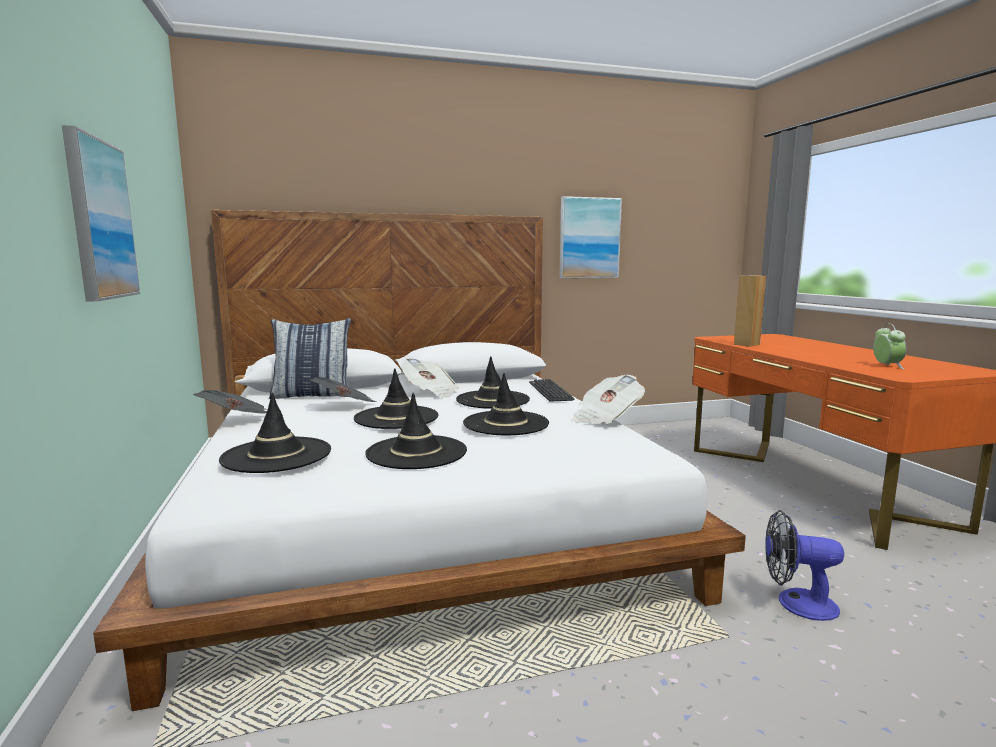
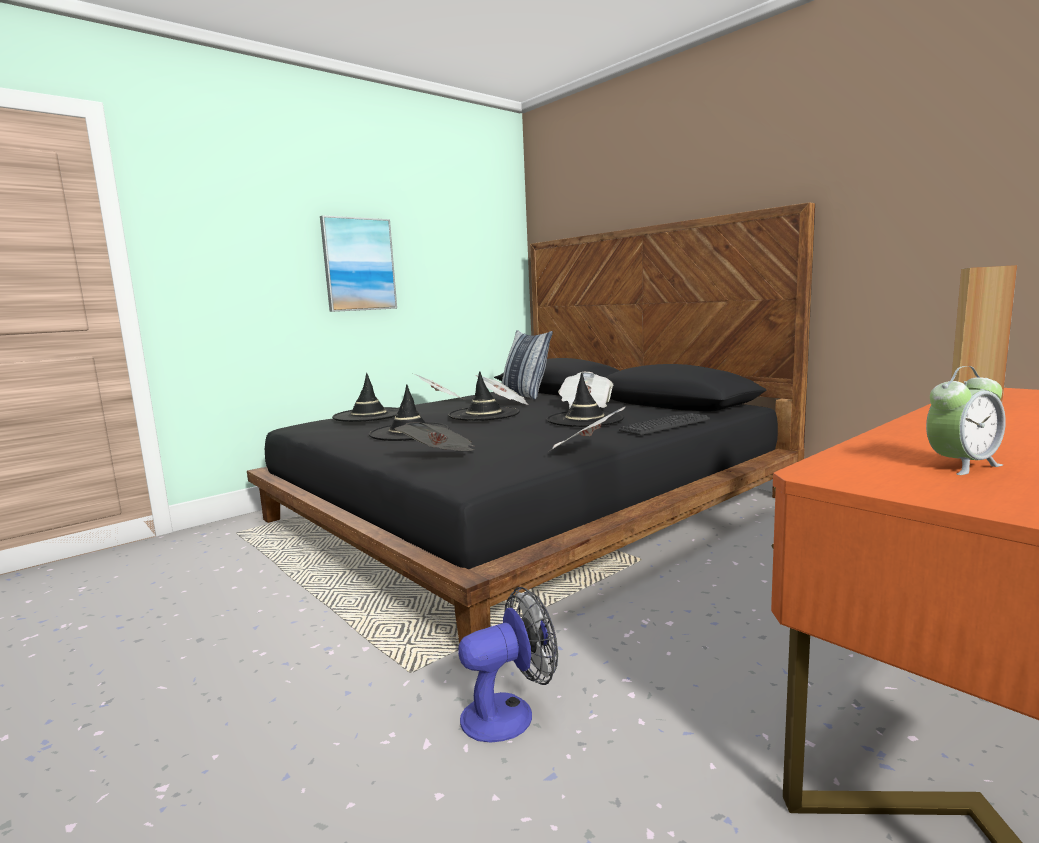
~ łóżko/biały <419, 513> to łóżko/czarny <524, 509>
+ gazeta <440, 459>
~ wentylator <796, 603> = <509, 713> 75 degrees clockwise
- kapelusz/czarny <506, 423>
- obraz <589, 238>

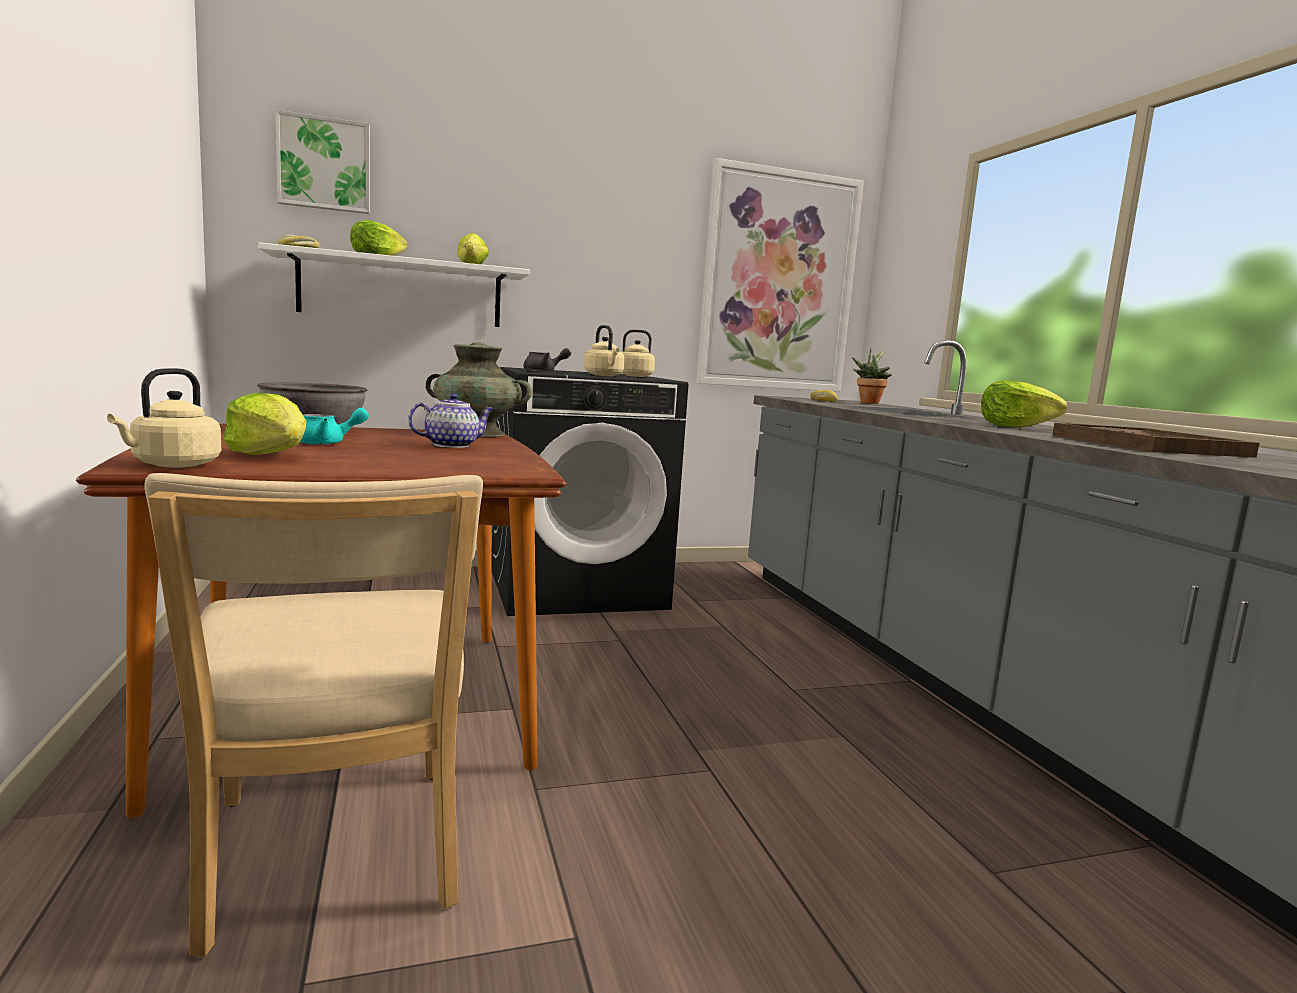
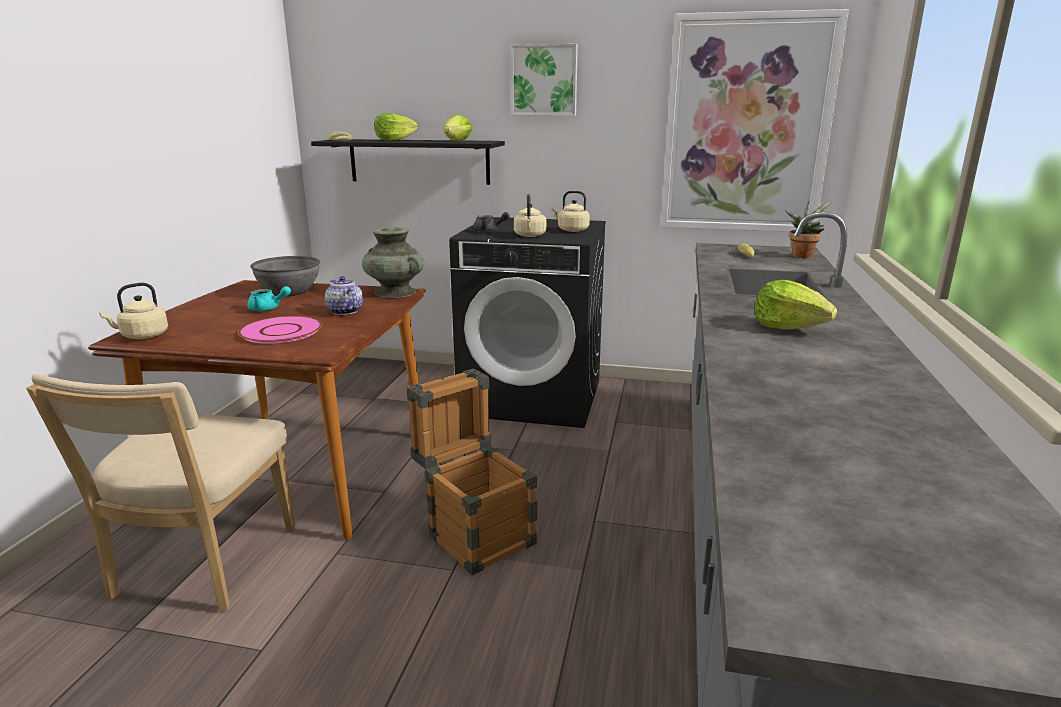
+ talerz/różowy <281, 331>
~ półka/biały <401, 291> to półka/czarny <419, 161>
~ imbryk <452, 445> = <344, 311> 120 degrees counterclockwise
+ skrzynka <475, 533>
~ obraz <324, 164> to <544, 80>
- sałata <270, 454>
- taca/brązowy <1147, 445>

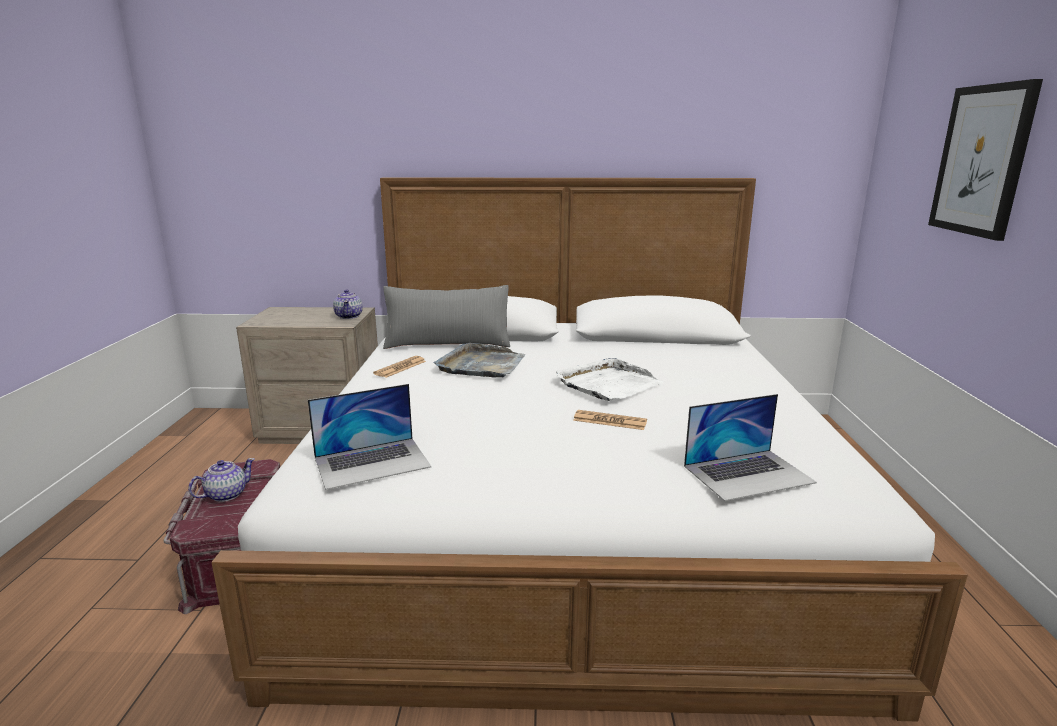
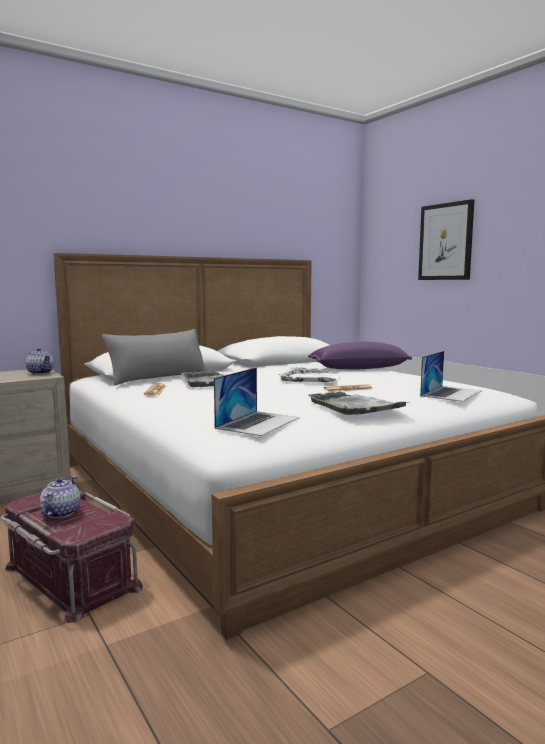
+ poduszka/fioletowy <358, 368>
+ taca/szary <355, 406>

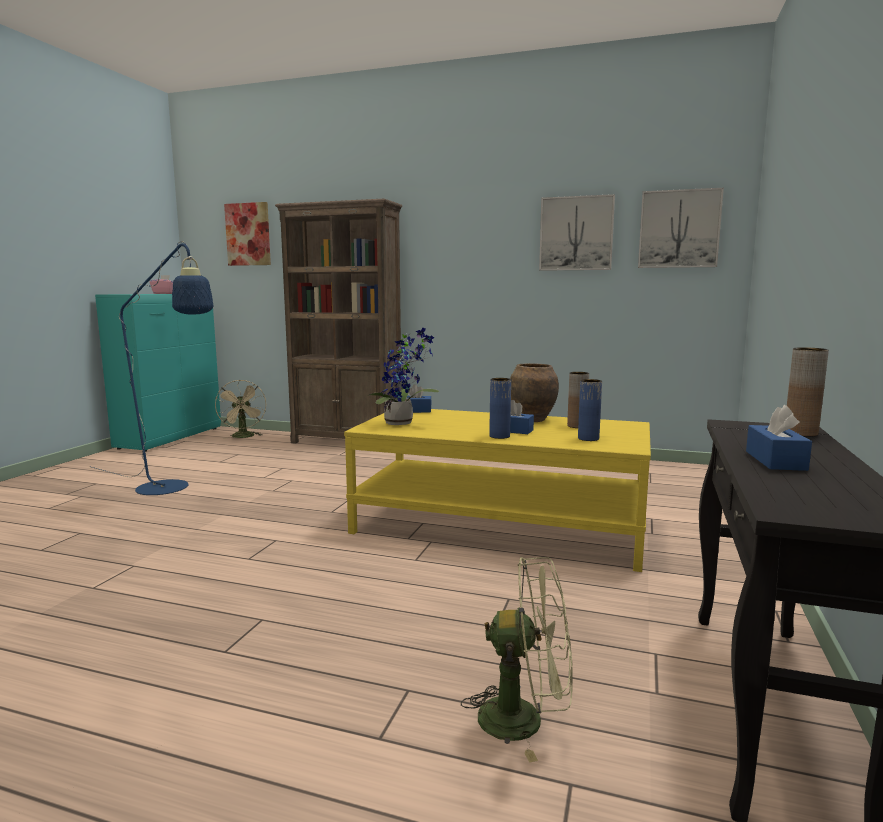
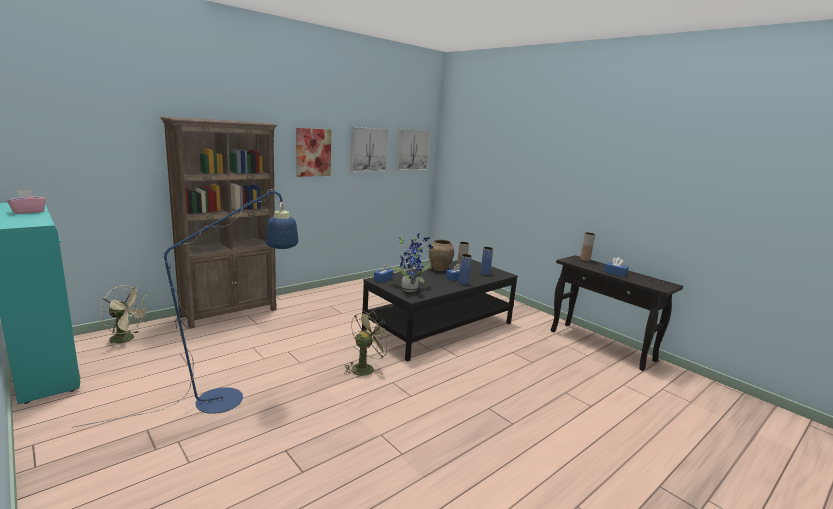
~ obraz <248, 234> to <313, 152>
~ wentylator/zielony <525, 719> to <365, 367>
~ ława/żółty <500, 526> to ława/czarny <440, 327>

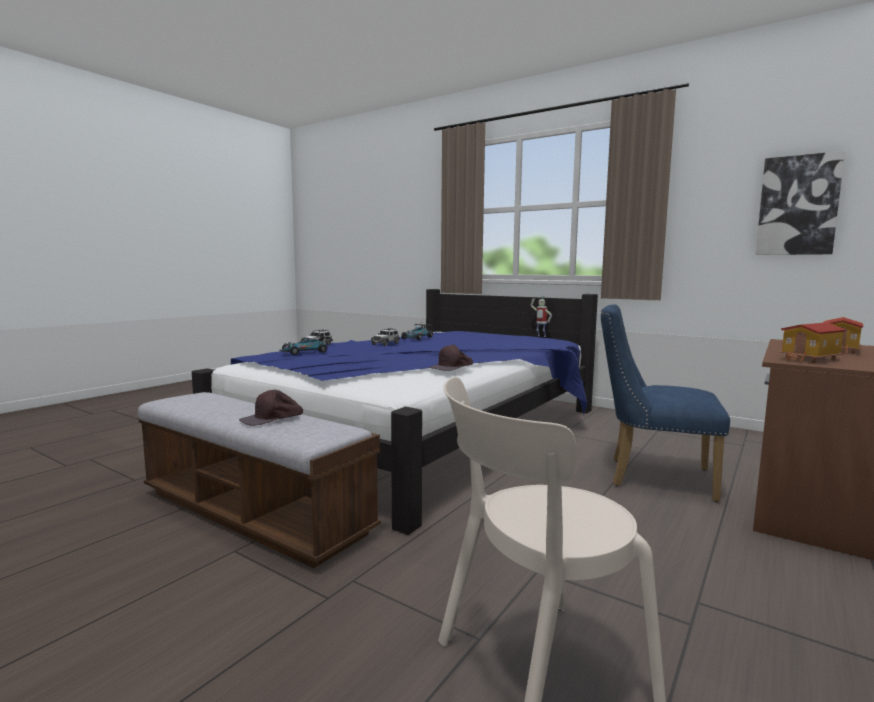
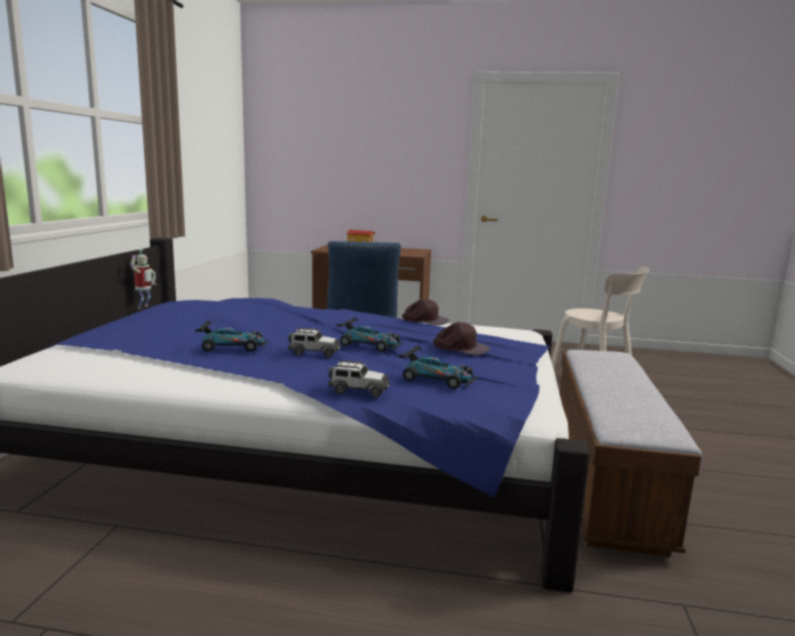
+ samochodzik <370, 344>
~ czapka z daszkiem/brązowy <272, 418> to <461, 347>
- obraz <798, 205>
- domek <810, 359>

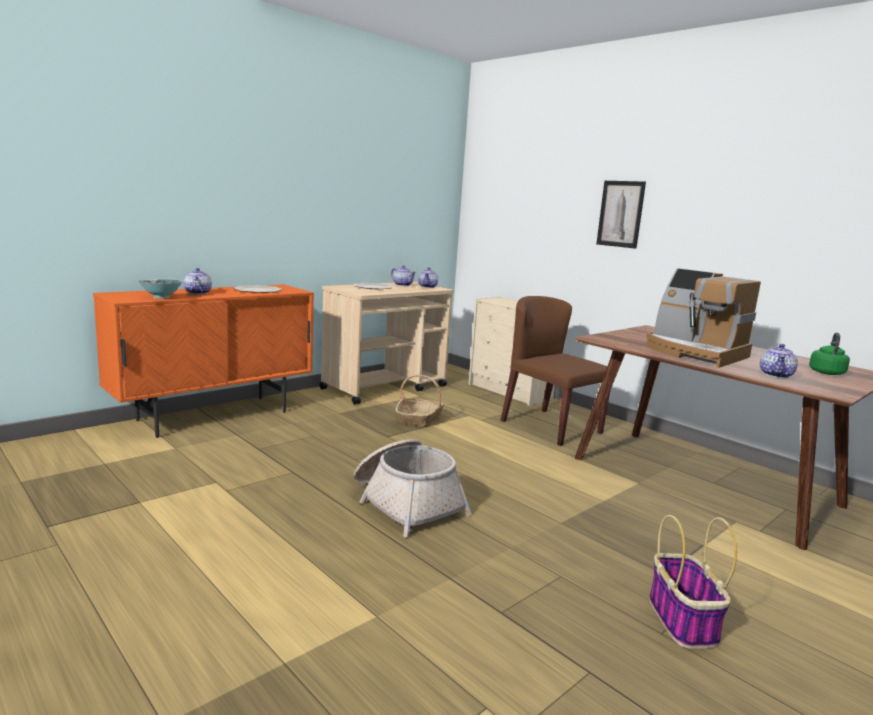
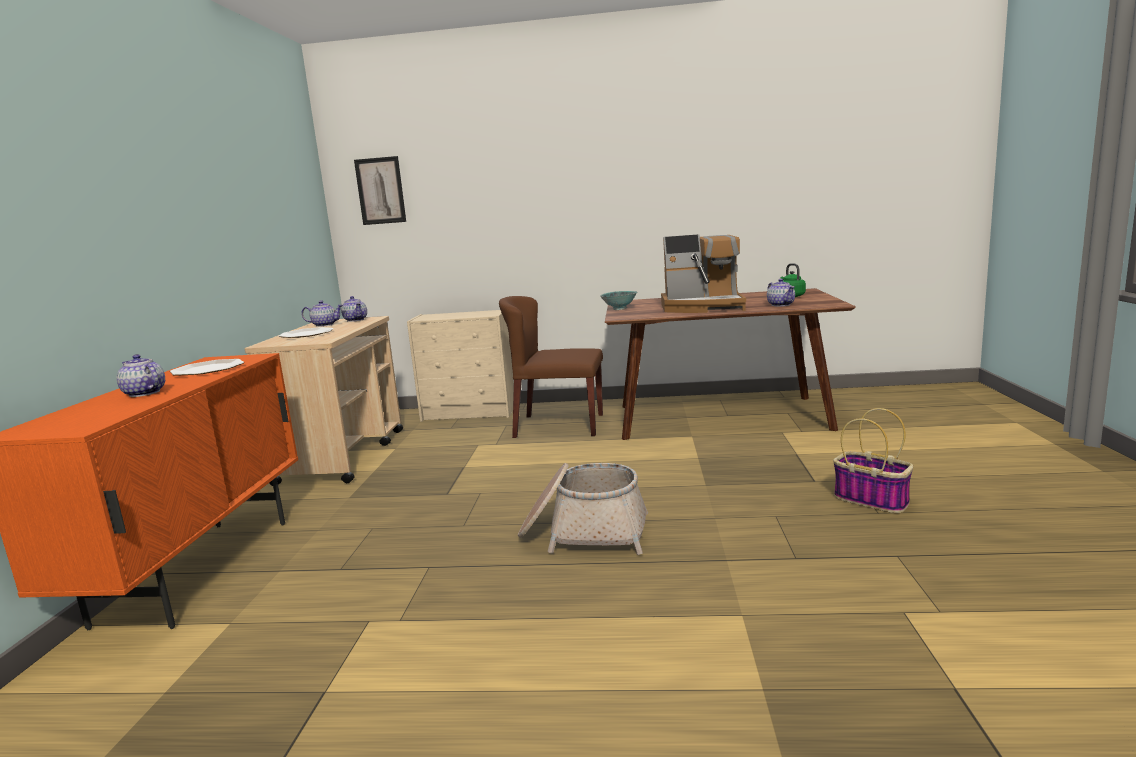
~ obraz <620, 214> to <380, 191>
~ miska <161, 298> to <620, 309>
- koszyk <420, 419>

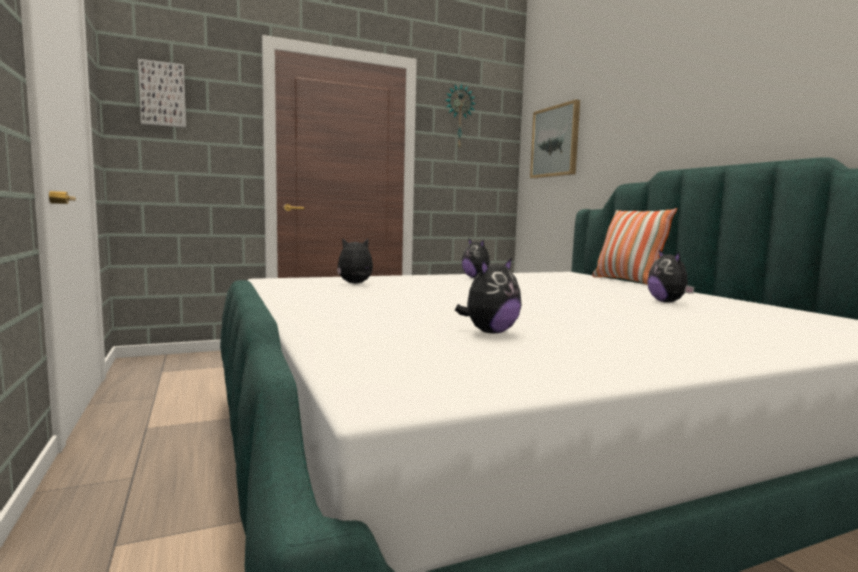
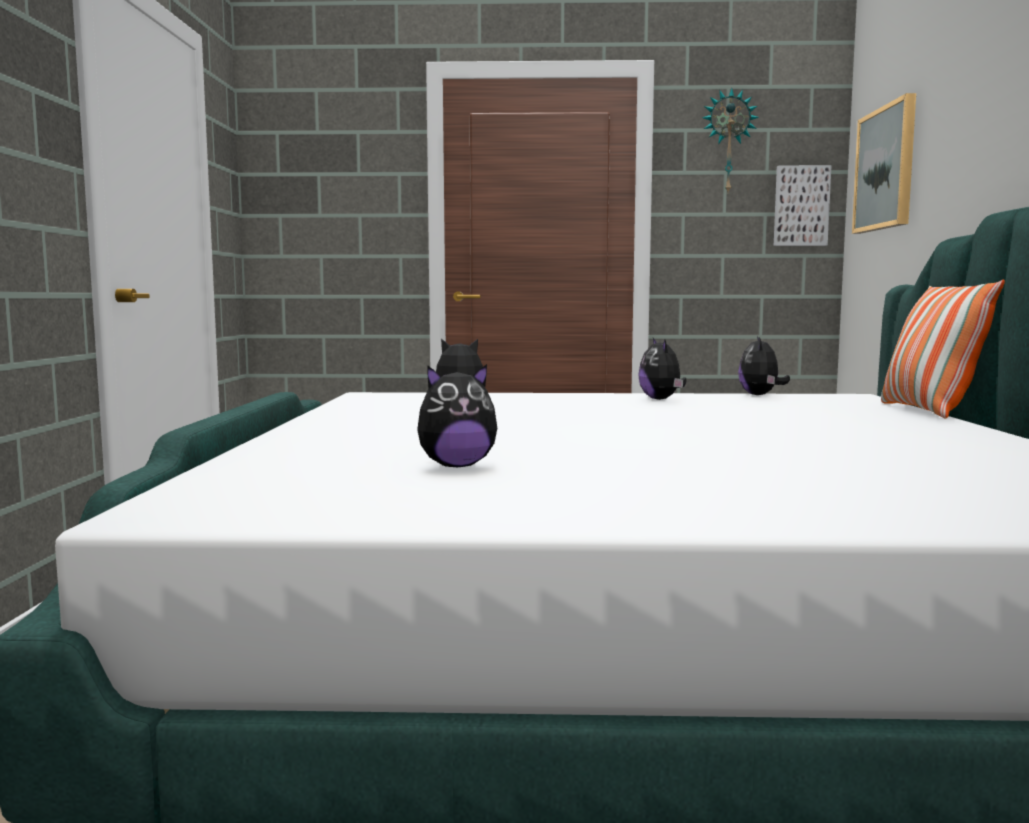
~ pluszak <668, 302> to <760, 395>
~ obraz <162, 94> to <800, 206>

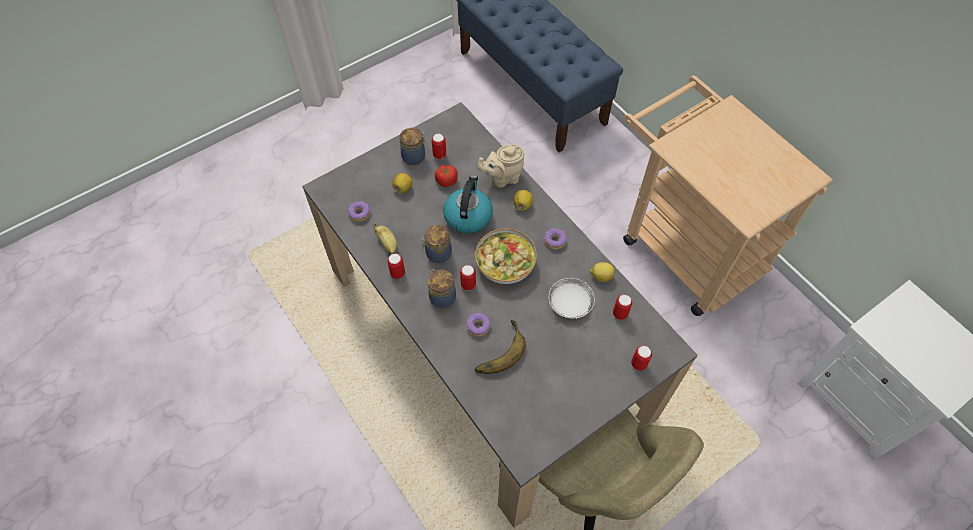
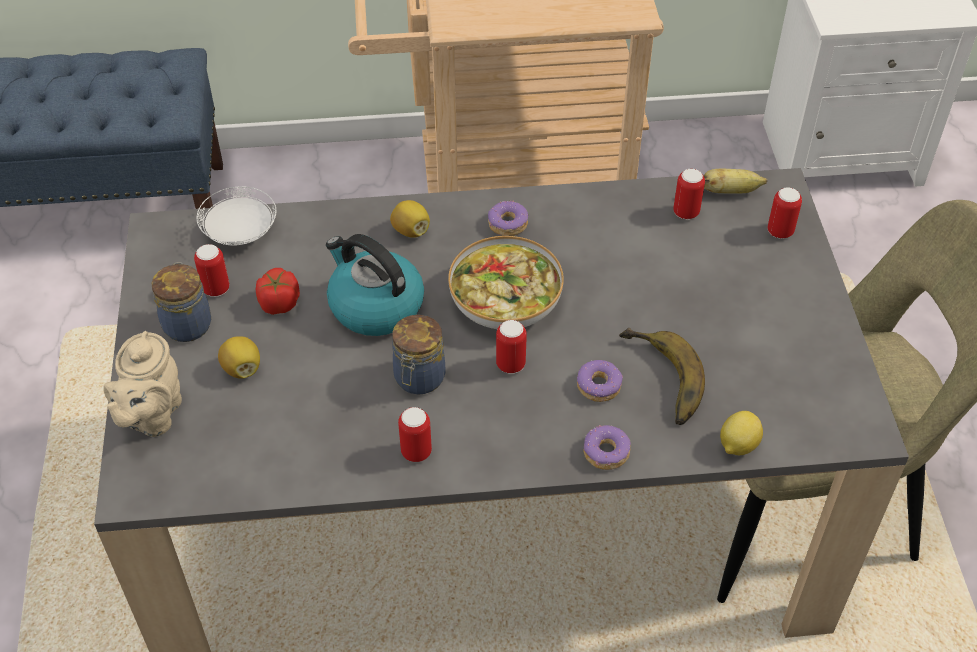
~ imbryk/beżowy <502, 178> to <151, 416>
~ talerz/biały <570, 304> to <240, 232>
~ donut <359, 213> to <605, 453>
~ banan <388, 244> to <730, 191>
~ cytryna <601, 276> to <737, 445>
- słoik <442, 297>

